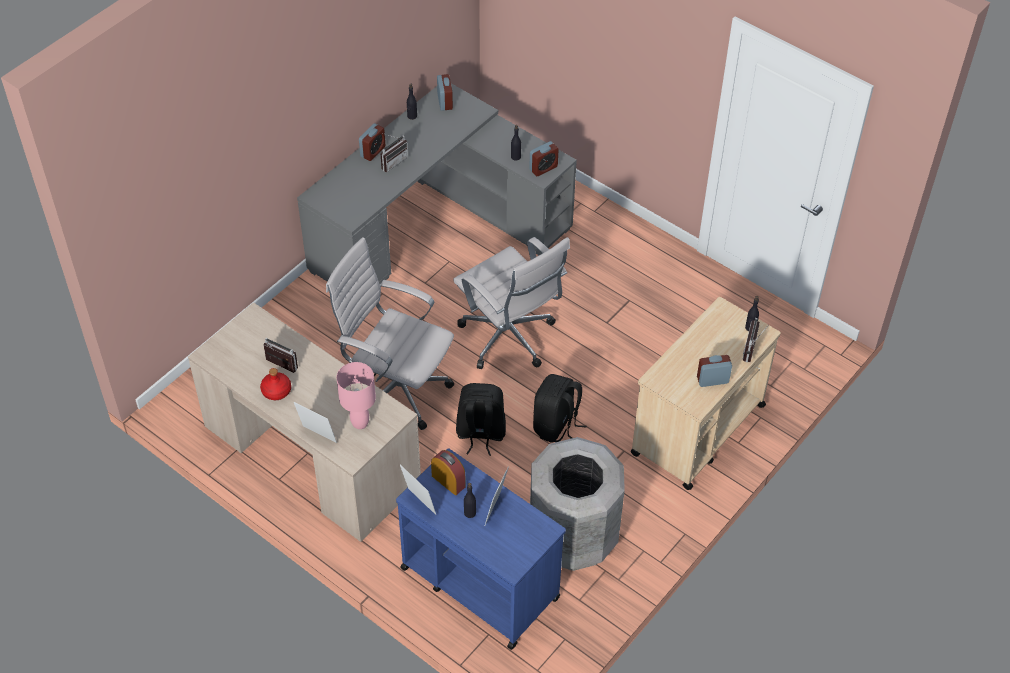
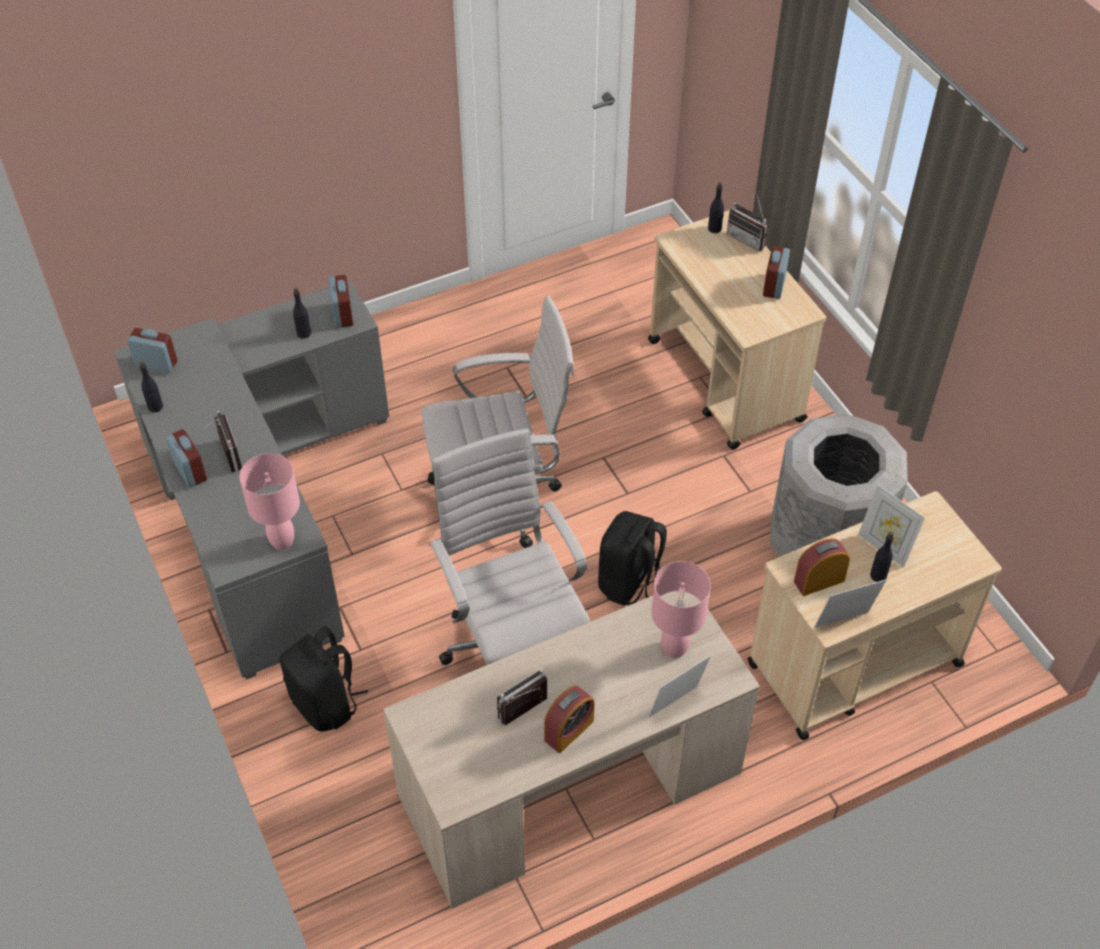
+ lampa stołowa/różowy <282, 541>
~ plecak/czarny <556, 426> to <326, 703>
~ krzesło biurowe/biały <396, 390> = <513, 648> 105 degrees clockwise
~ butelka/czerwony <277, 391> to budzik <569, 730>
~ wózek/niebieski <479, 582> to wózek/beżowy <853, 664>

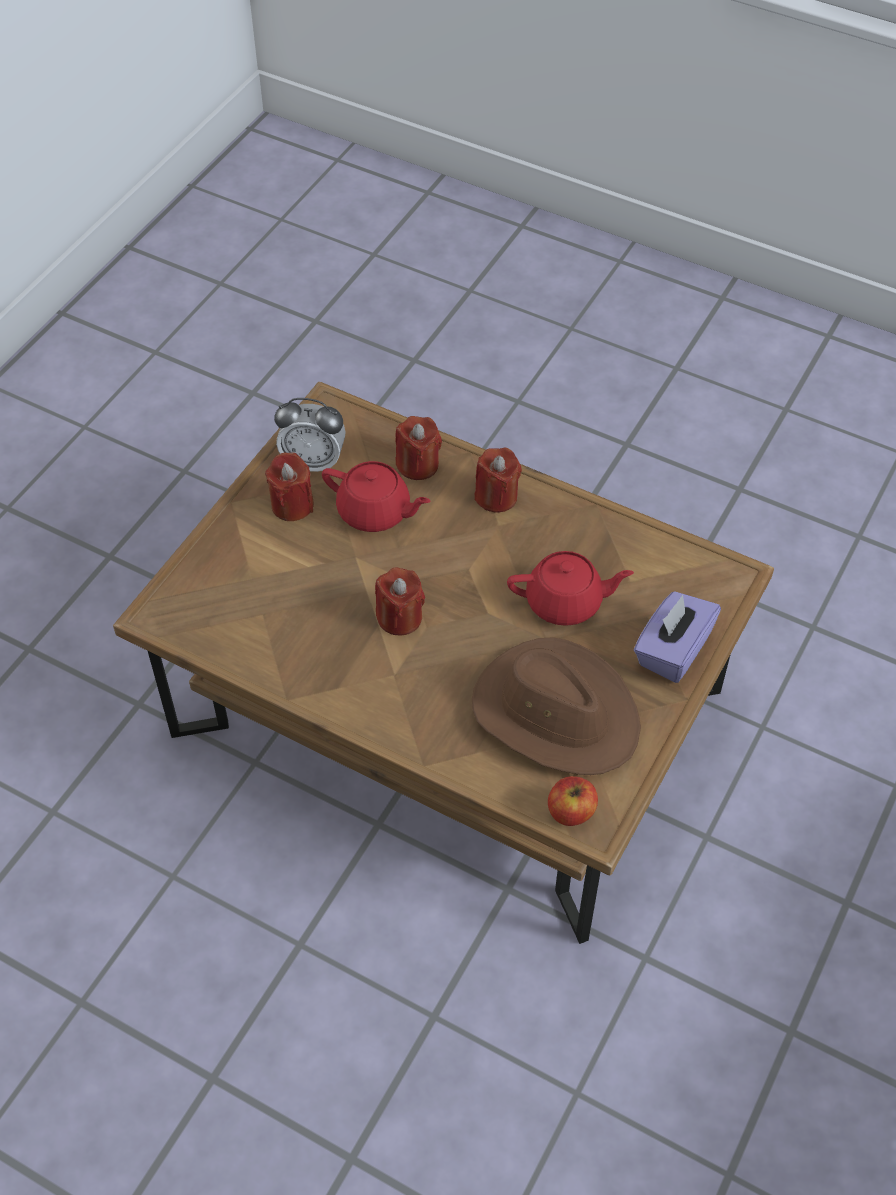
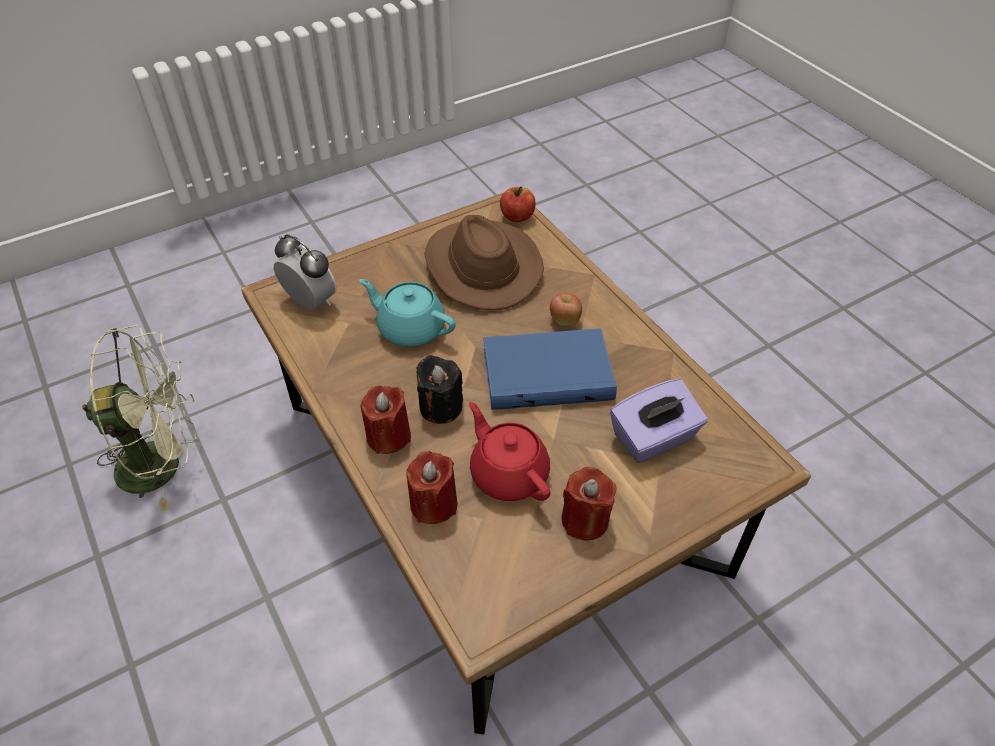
+ wentylator/zielony <163, 464>
~ budzik <313, 462> to <310, 302>
~ imbryk/czerwony <565, 602> to imbryk/turkusowy <410, 328>
+ świeca/czarny <440, 407>
~ świeca/czerwony <399, 617> to książka/niebieski <548, 372>
+ jabłko <564, 321>
~ pudełko chusteczek/fioletowy <672, 651> to <654, 438>

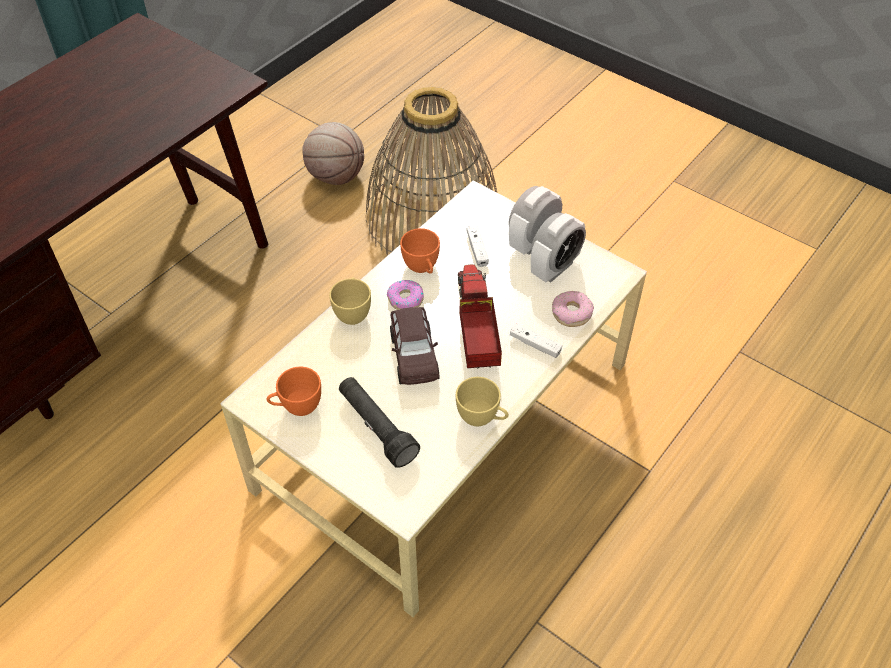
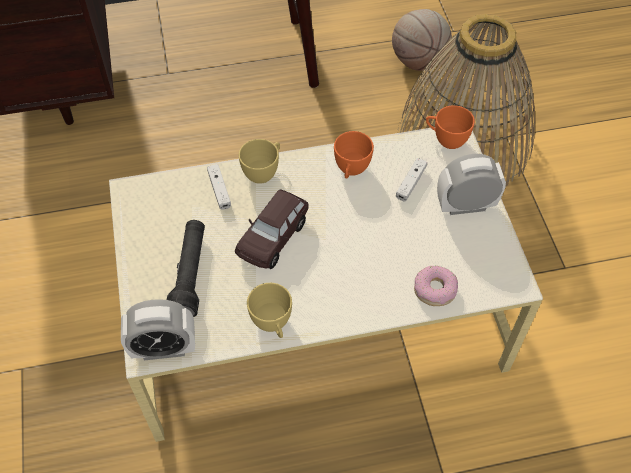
~ budzik <554, 268> to <164, 349>
~ pad do gier/biały <535, 345> to <219, 190>
~ filiżanka/pomarańczowy <297, 407> to <446, 139>
- donut <405, 299>
- ciężarówka zabawkowa <476, 327>

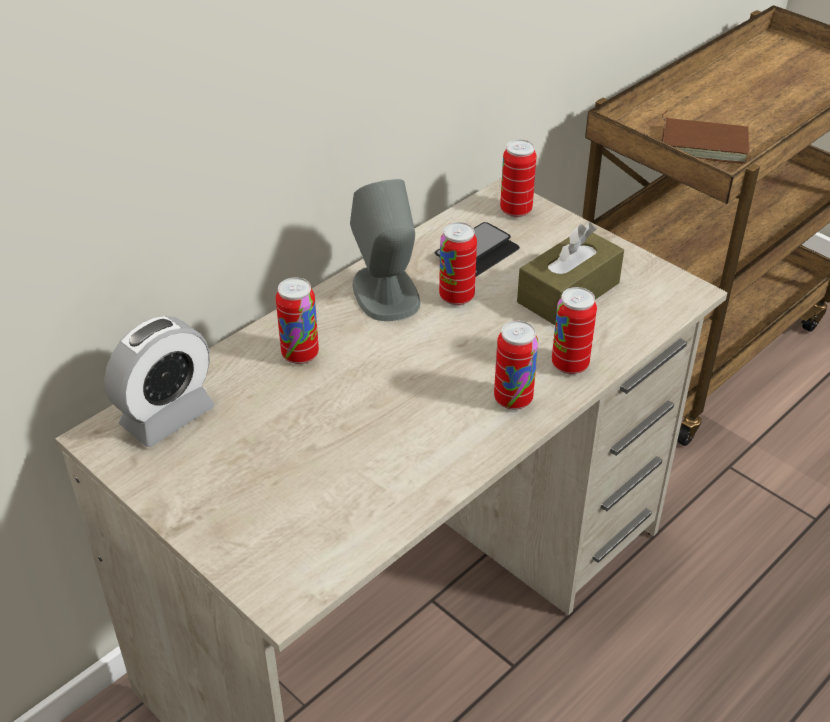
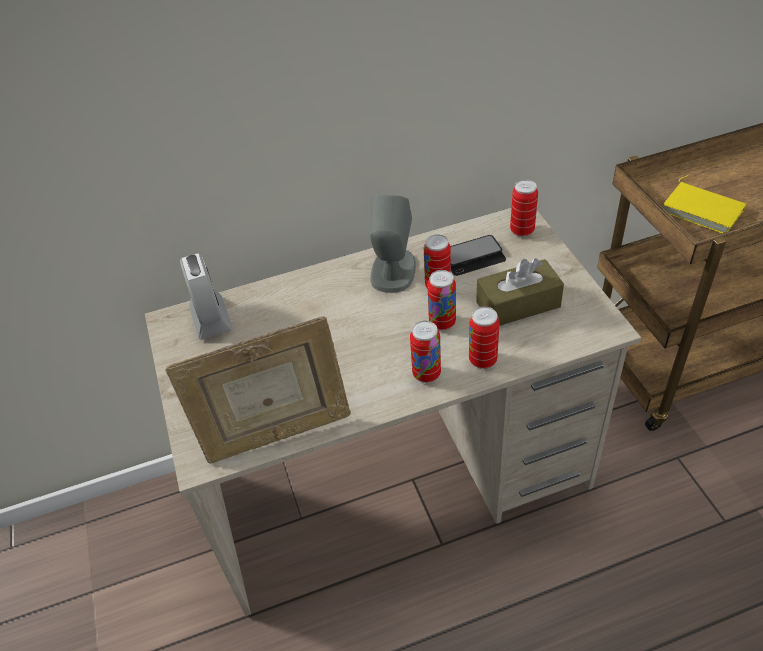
+ ramka na zdjęcie <276, 434>
~ budzik <167, 416> = <211, 318> 90 degrees counterclockwise
~ puszka <300, 355> to <442, 322>
~ książka/brązowy <704, 143> to książka/żółty <703, 209>

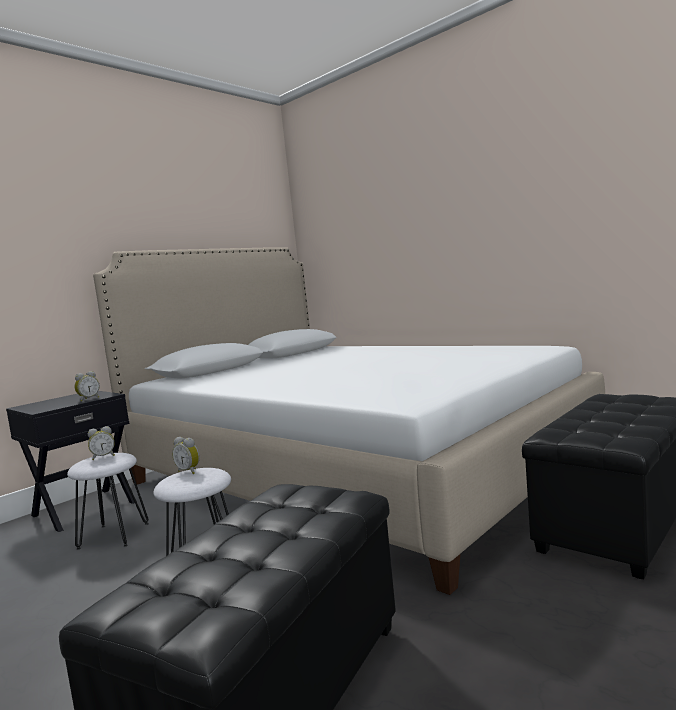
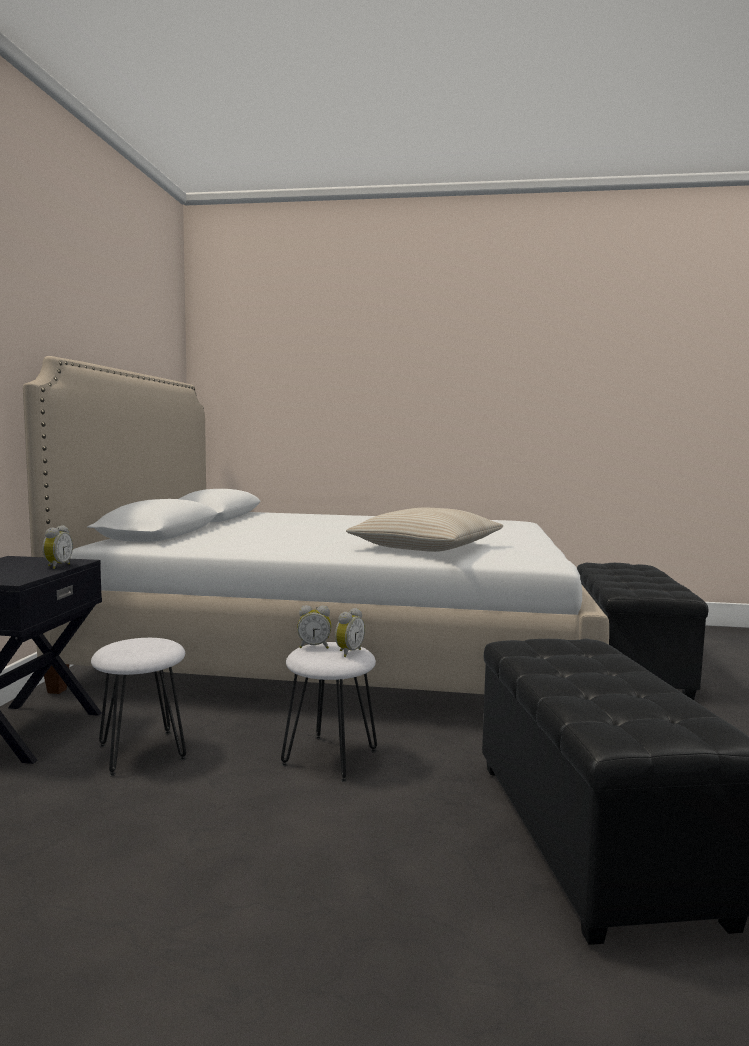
~ budzik <103, 457> to <348, 652>
+ poduszka/beżowy <426, 547>

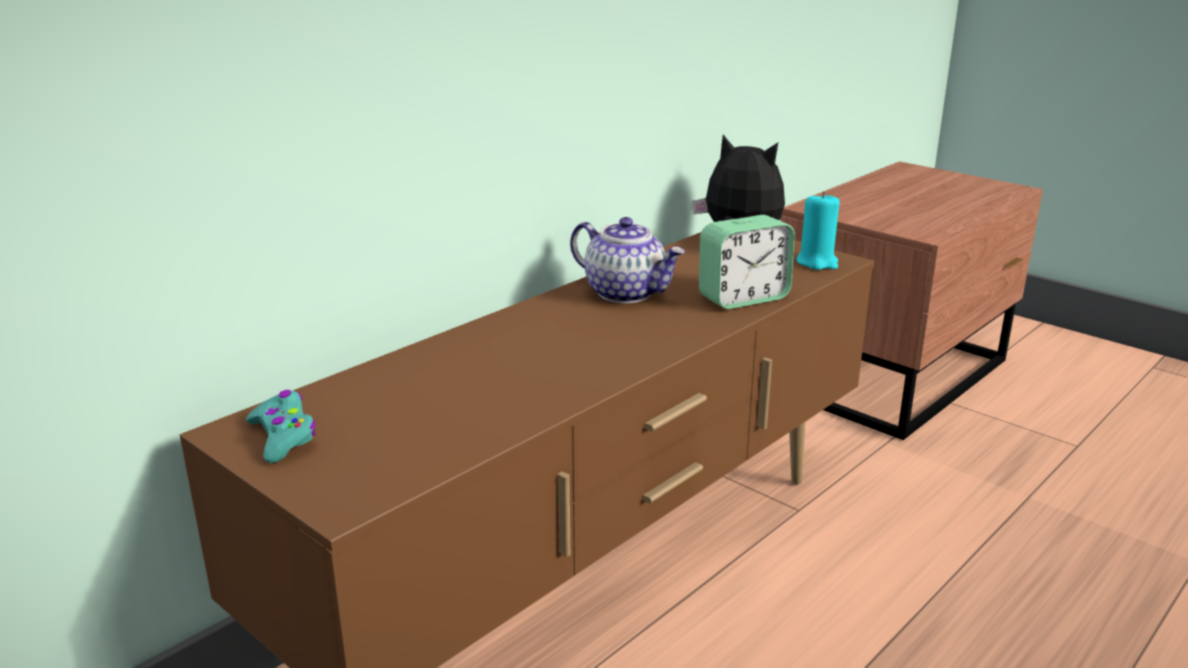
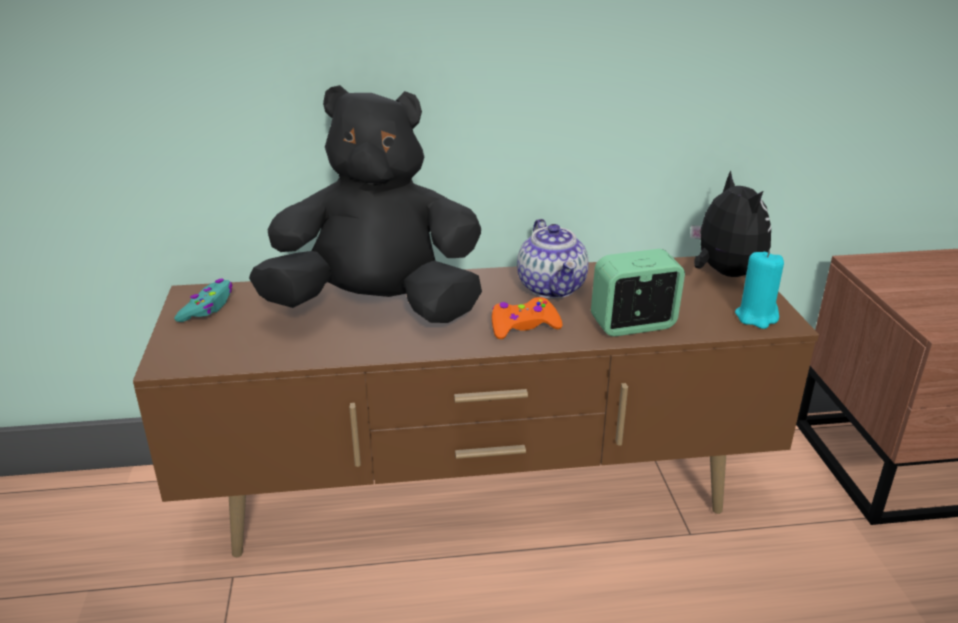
+ pluszak/czarny <377, 308>
+ pad do gier/pomarańczowy <523, 326>
~ budzik <743, 298> = <633, 325> 150 degrees clockwise

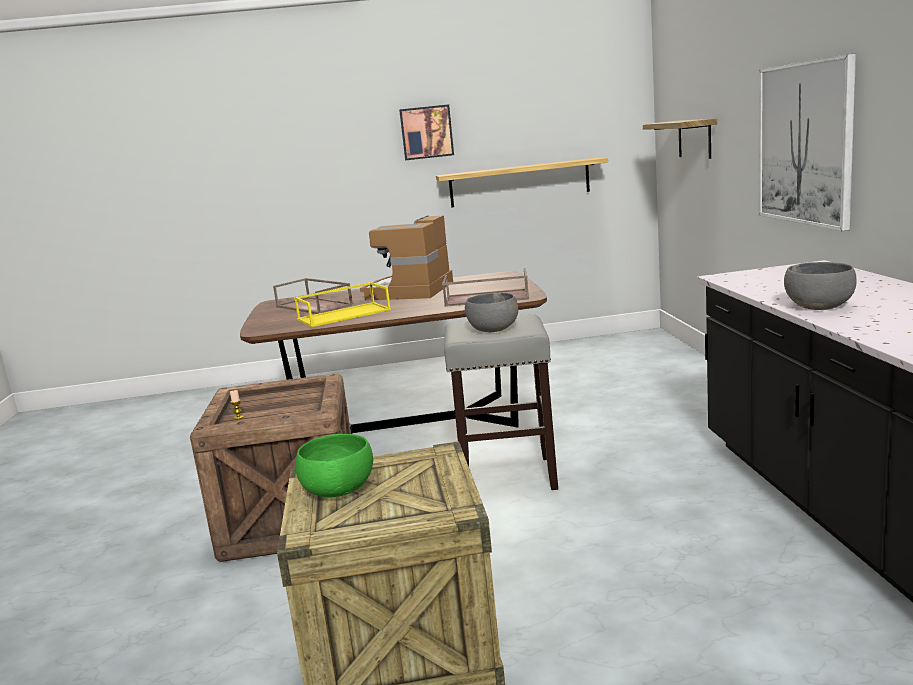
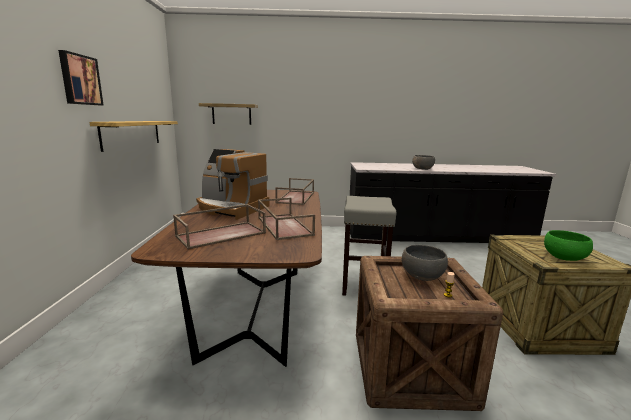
~ taca/żółty <344, 314> to taca/brązowy <283, 226>
~ miska/szary <493, 329> to <422, 275>
- obraz <804, 143>

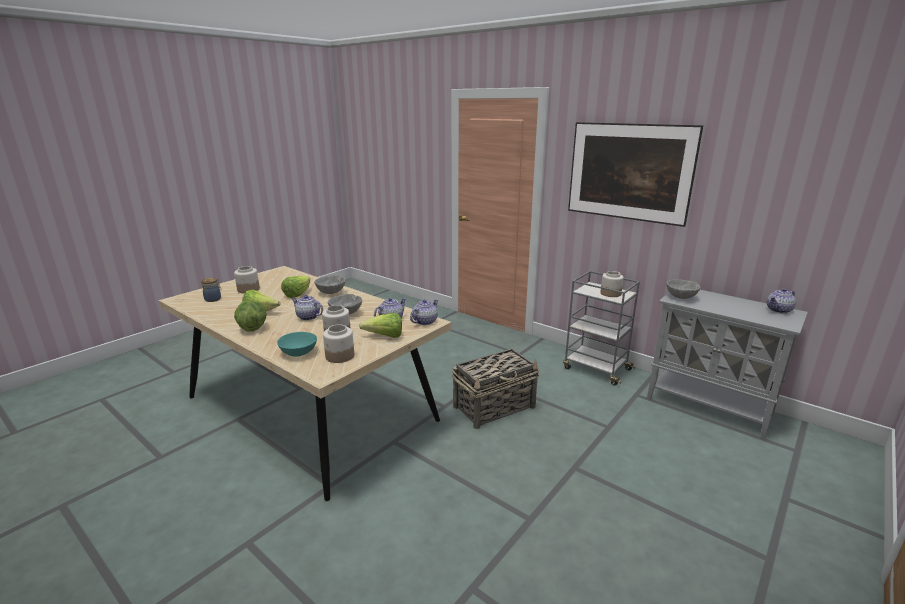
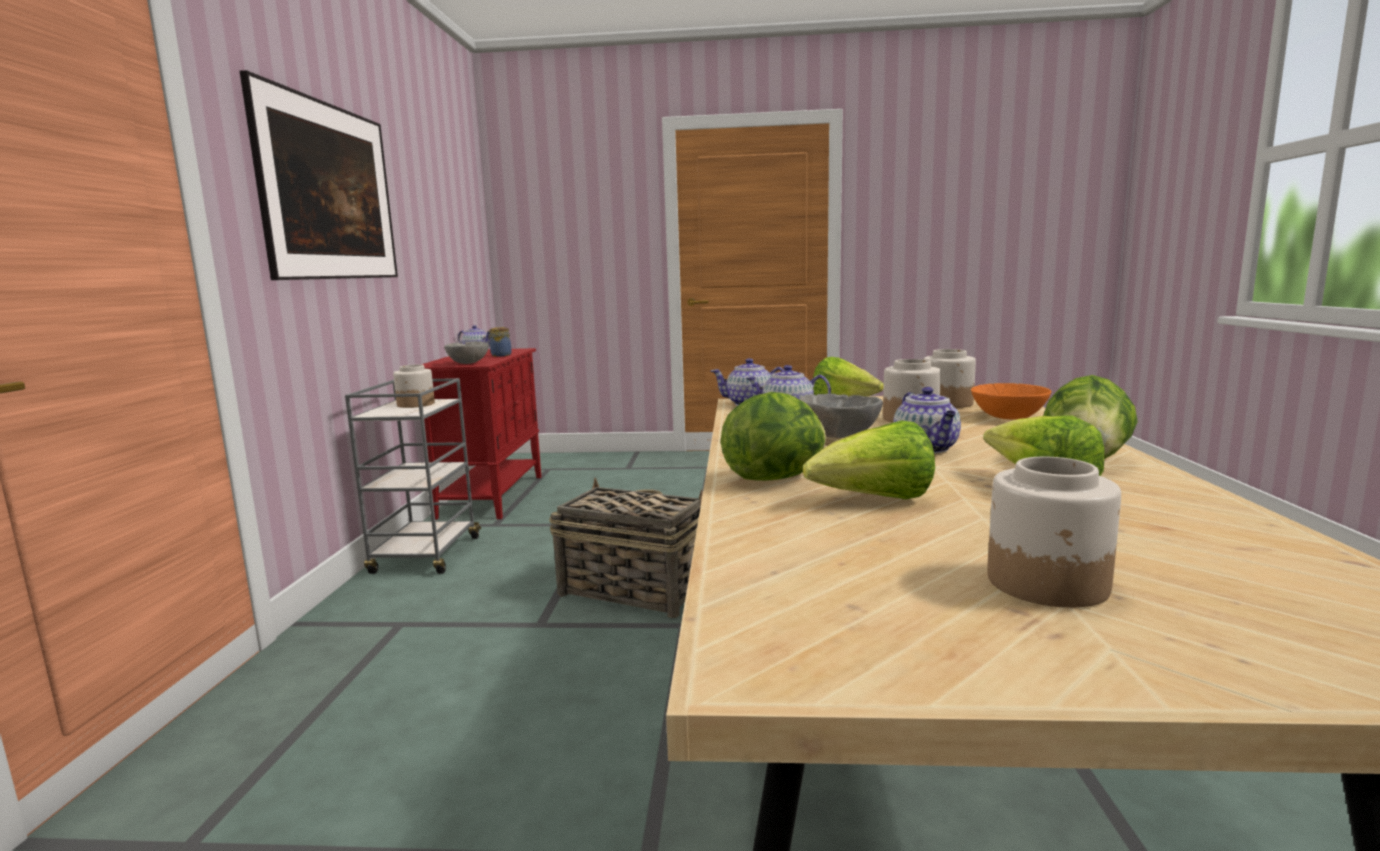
~ szafka/szary <709, 406> to szafka/czerwony <491, 496>
~ słoik <213, 299> to <500, 355>
~ miska/szary <331, 292> to sałata <777, 478>
~ miska/turkusowy <298, 352> to miska/pomarańczowy <1009, 416>

